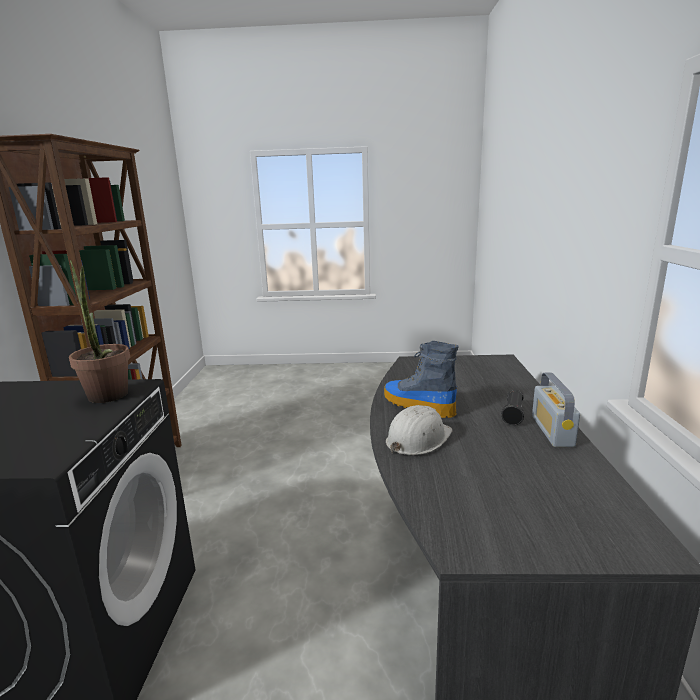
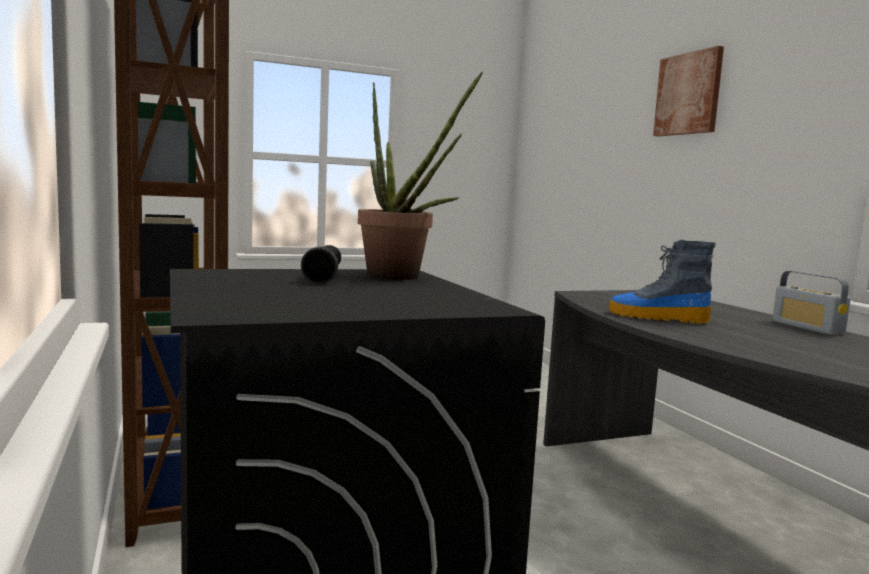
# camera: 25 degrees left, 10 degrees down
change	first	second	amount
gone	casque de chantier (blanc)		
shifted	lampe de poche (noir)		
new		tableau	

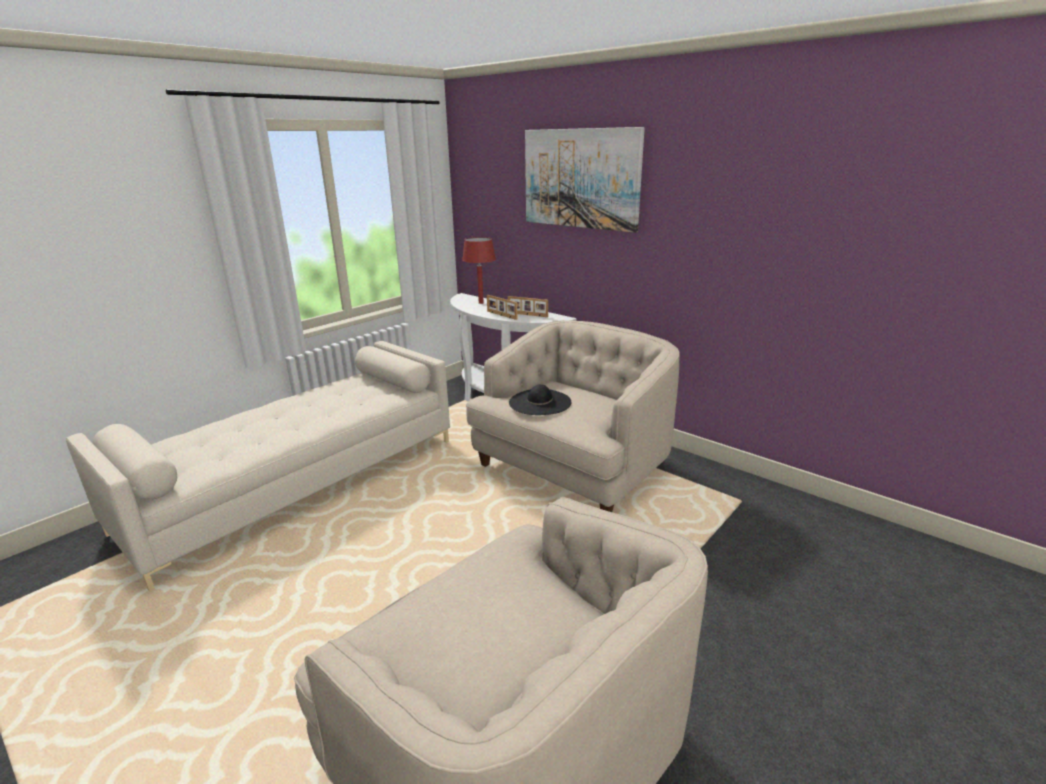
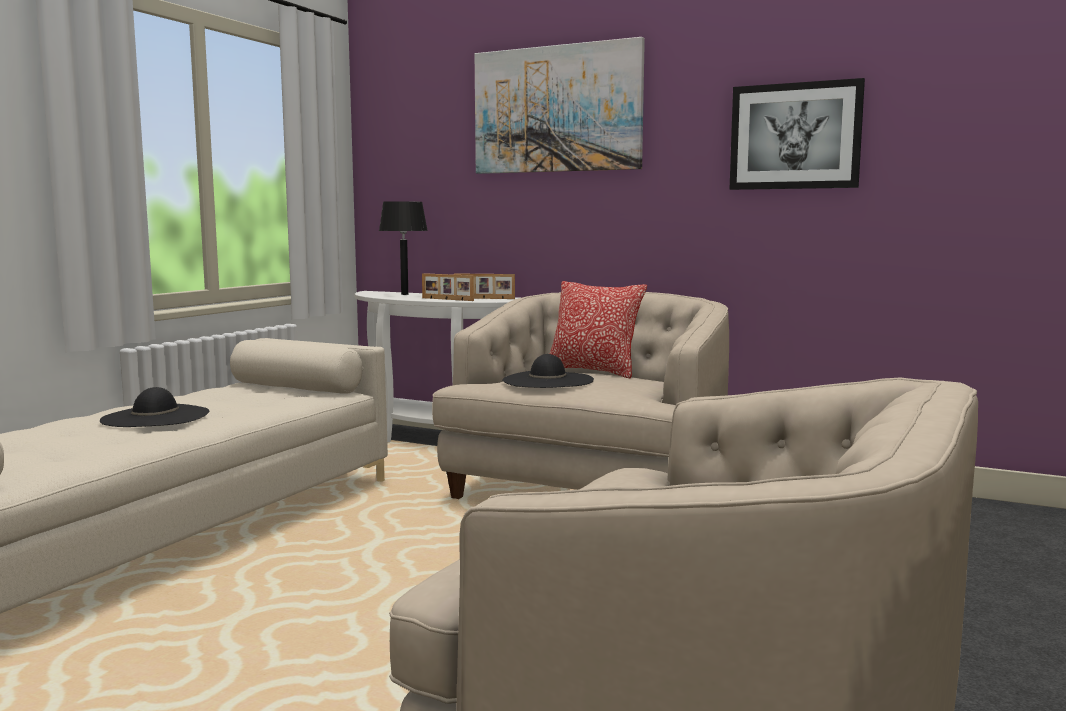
# camera: 15 degrees left, 15 degrees down
change	first	second	amount
repainted	lampe de table (rouge)	lampe de table (noir)	
new		chapeau (noir) (no. 1 from left)	
new		coussin	
new		tableau (no. 2 from left)	

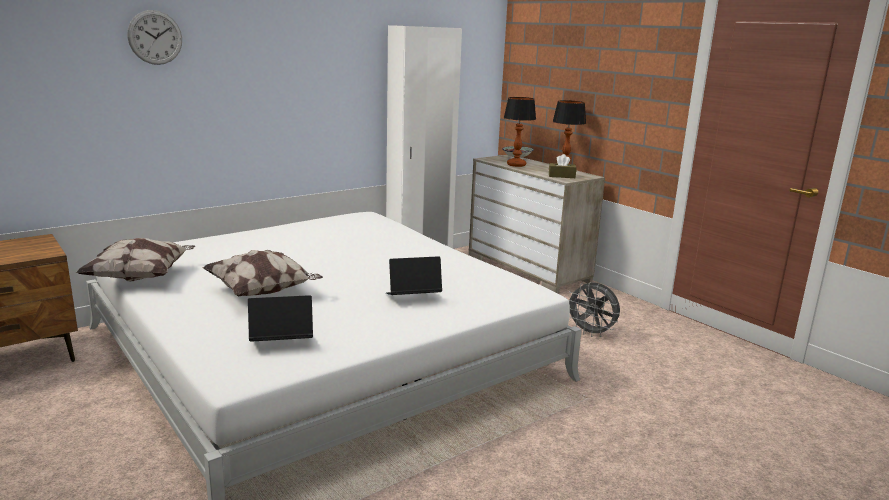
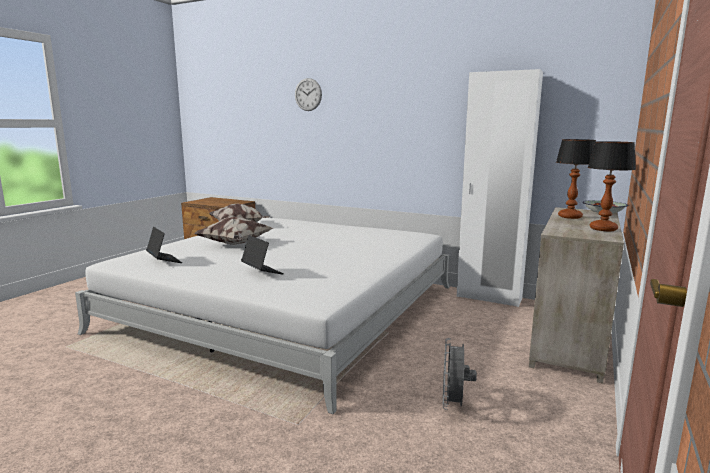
# camera: 65 degrees right, 5 degrees down
change	first	second	amount
gone	boîte à mouchoirs (marron)		

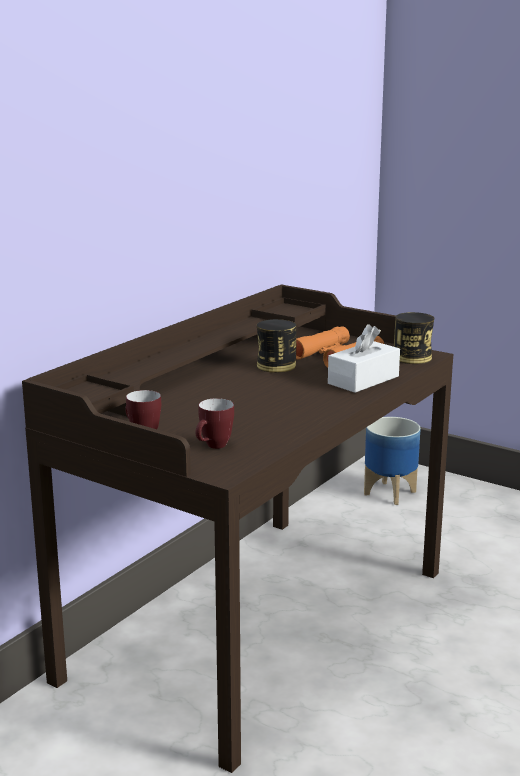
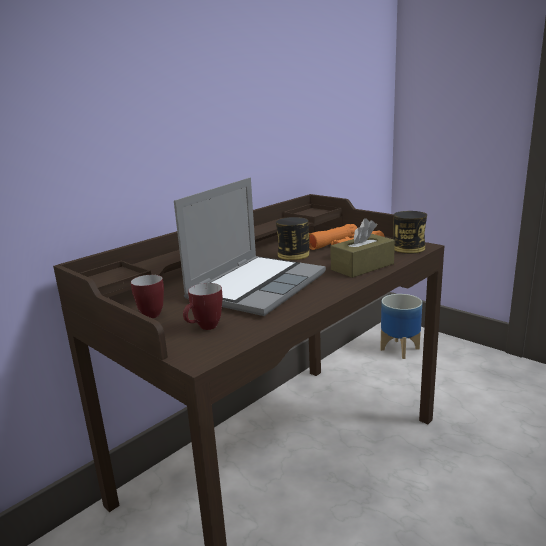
# camera: 10 degrees right, 0 degrees up
change	first	second	amount
repainted	boîte à mouchoirs (blanc)	boîte à mouchoirs (marron)	
new		ordinateur portable	

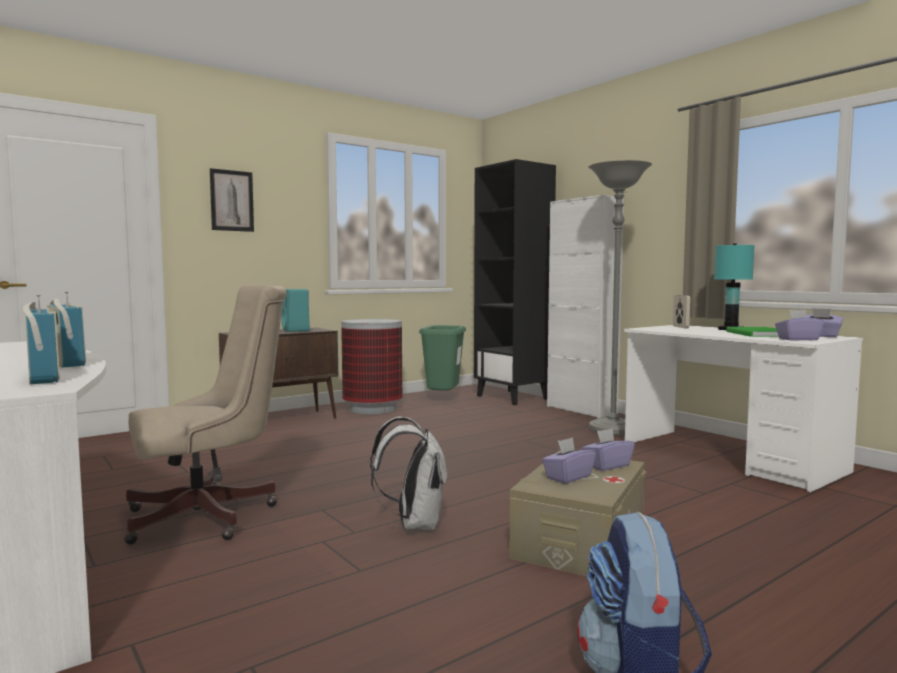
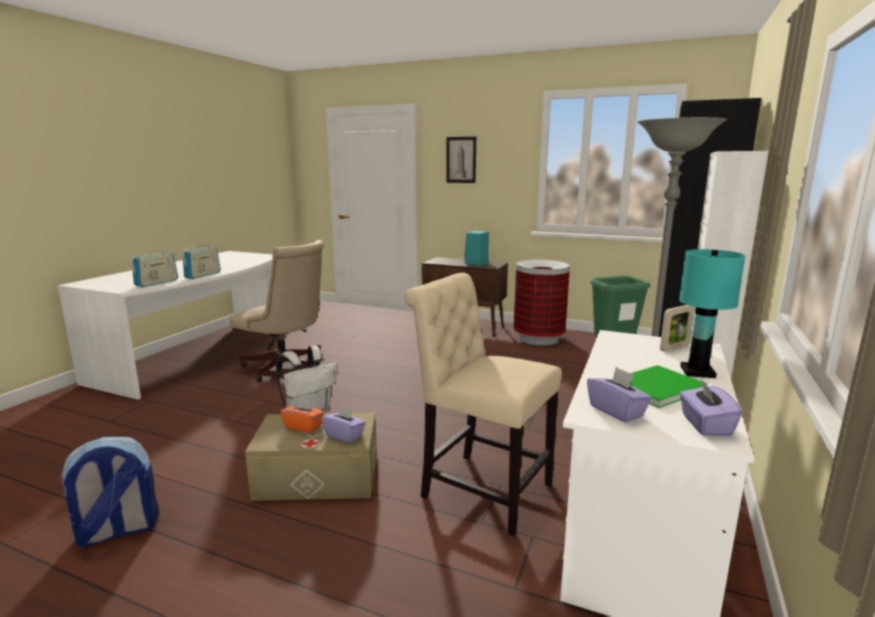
# camera: 60 degrees right, 10 degrees up
change	first	second	amount
repainted	boîte à mouchoirs (violet) (no. 1 from left)	boîte à mouchoirs (orange)	
new		chaise (beige)	

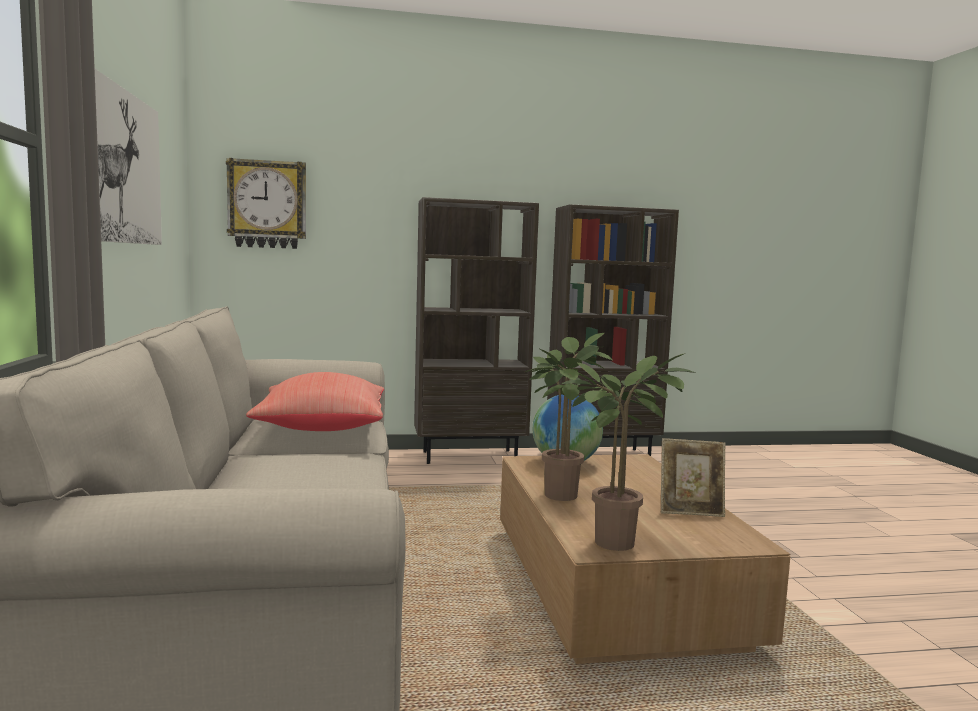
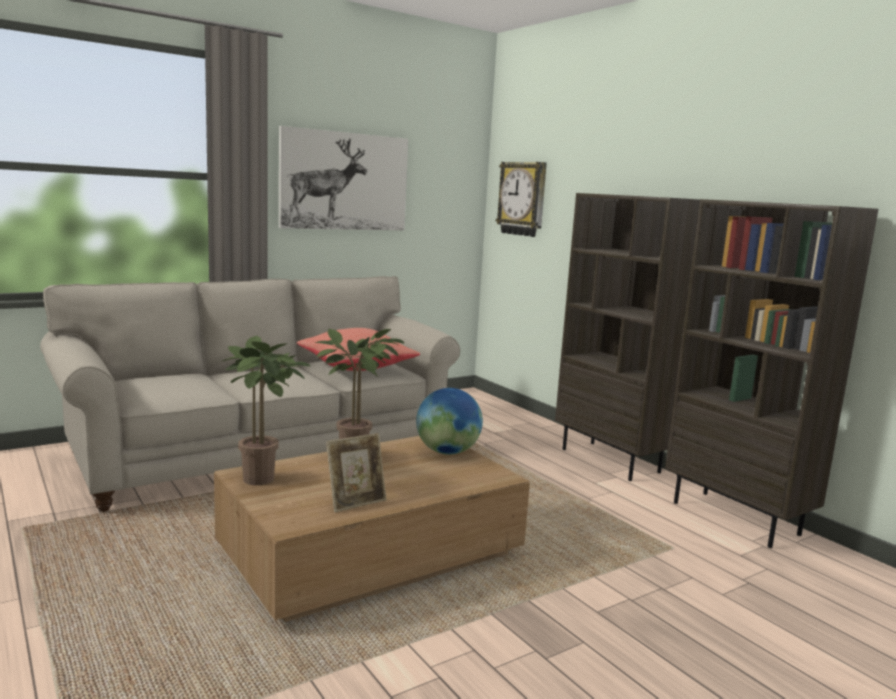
# camera: 65 degrees right, 5 degrees up
change	first	second	amount
rotated	cadre photo		105 degrees counterclockwise

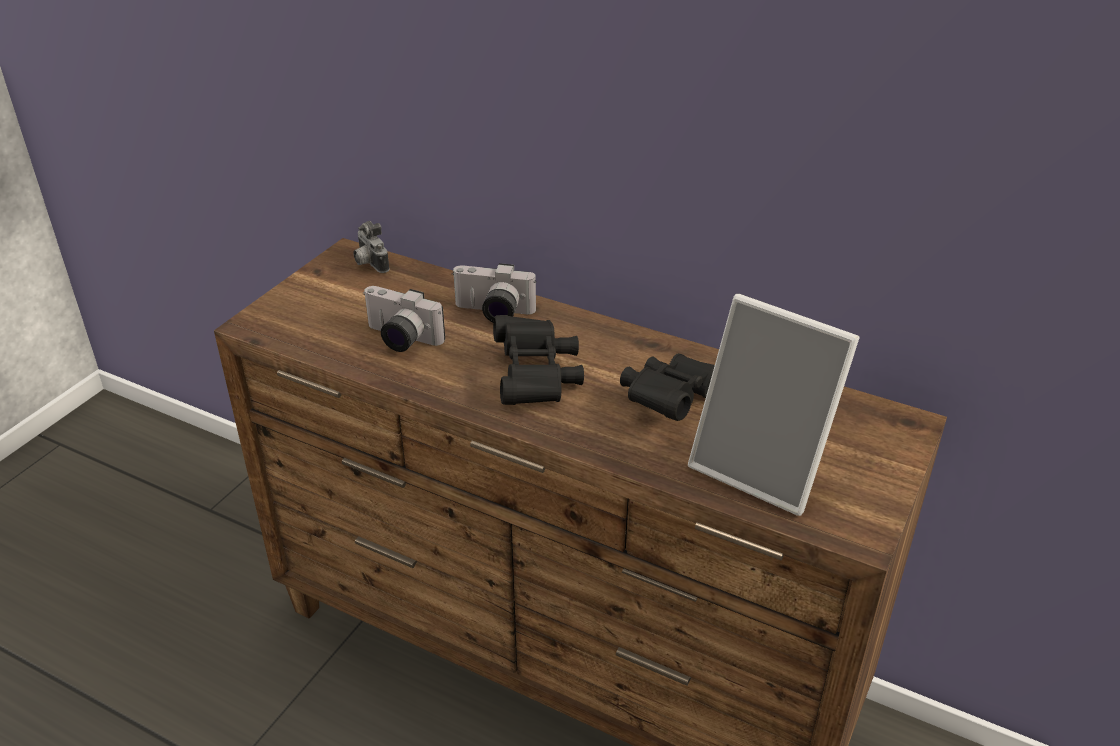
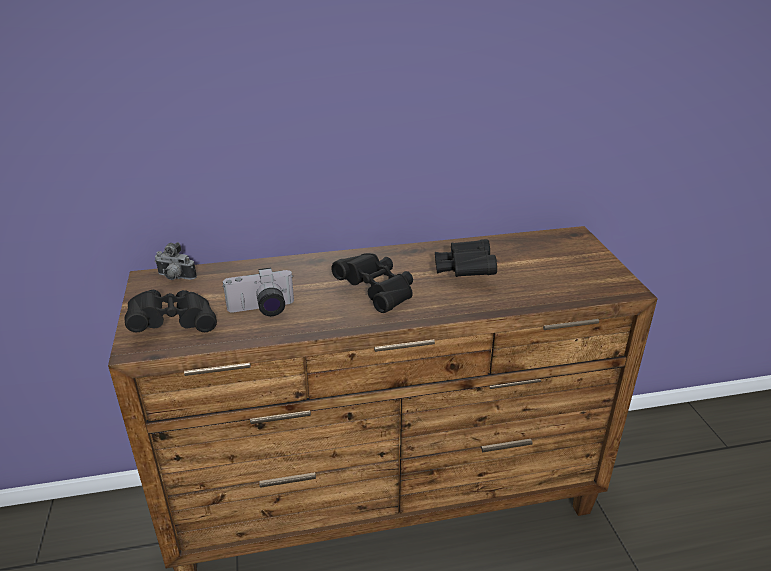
# camera: 40 degrees left, 5 degrees down
change	first	second	amount
gone	appareil photo (no. 3 from left)		
gone	cadre photo		
new		jumelles (noir) (no. 1 from left)	

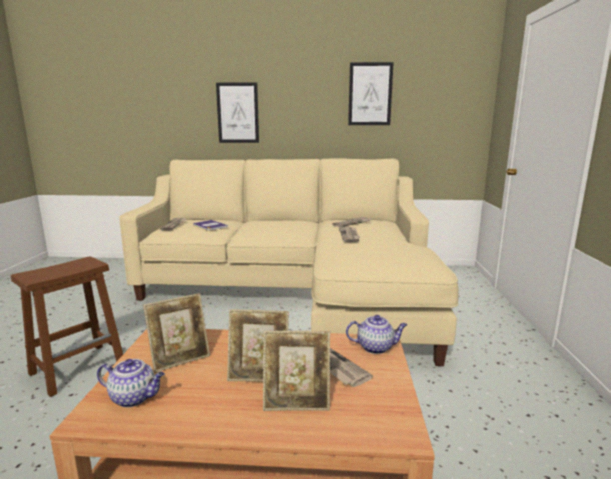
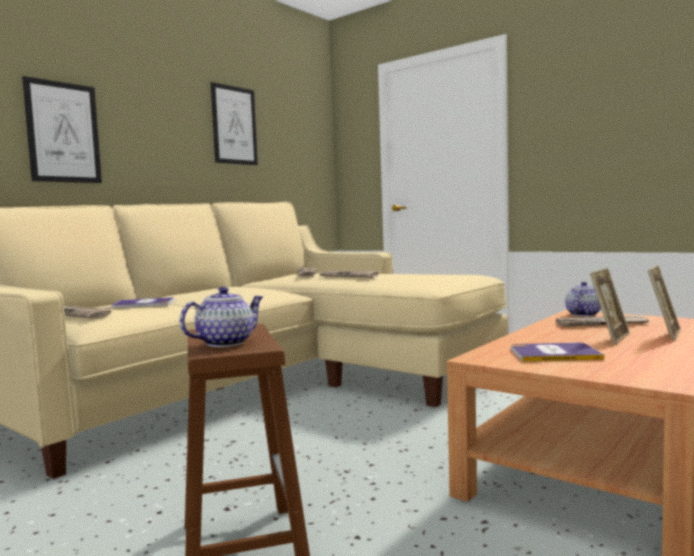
# camera: 55 degrees left, 10 degrees down
change	first	second	amount
shifted	théière (no. 1 from left)		
swapped	cadre photo (no. 1 from left)	livre (no. 2 from left)	

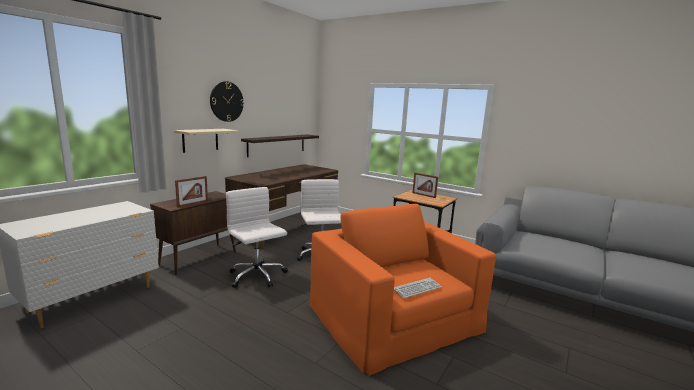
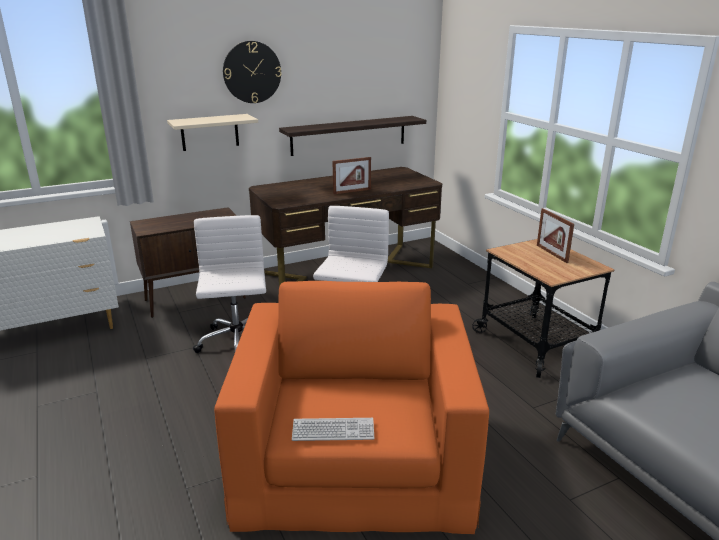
# camera: 30 degrees right, 10 degrees up
change	first	second	amount
shifted	cadre photo (no. 1 from left)		

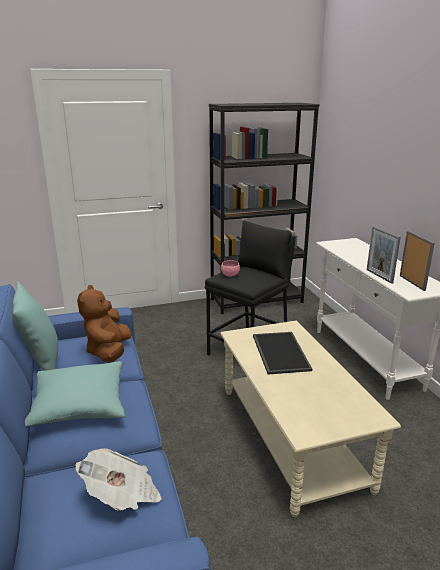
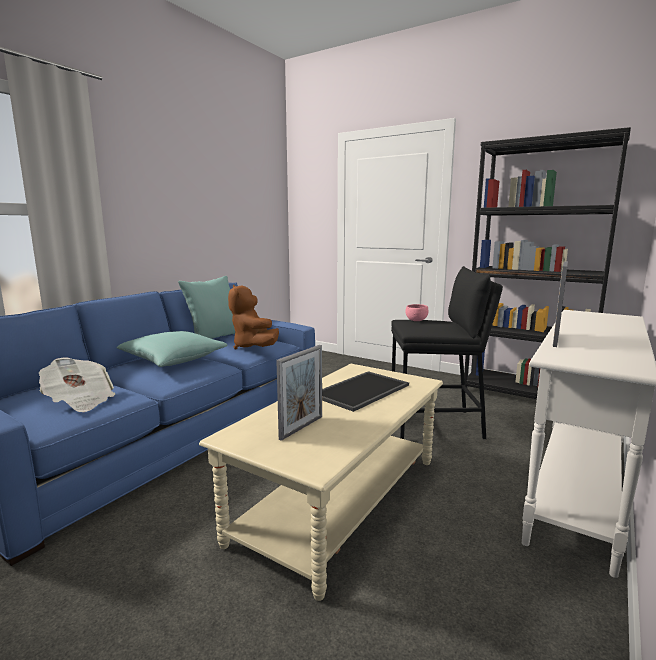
# camera: 50 degrees right, 10 degrees down
change	first	second	amount
rotated	peluche (marron)		75 degrees counterclockwise
shifted	cadre photo (no. 2 from left in the first image)	cadre photo (no. 1 from left)	

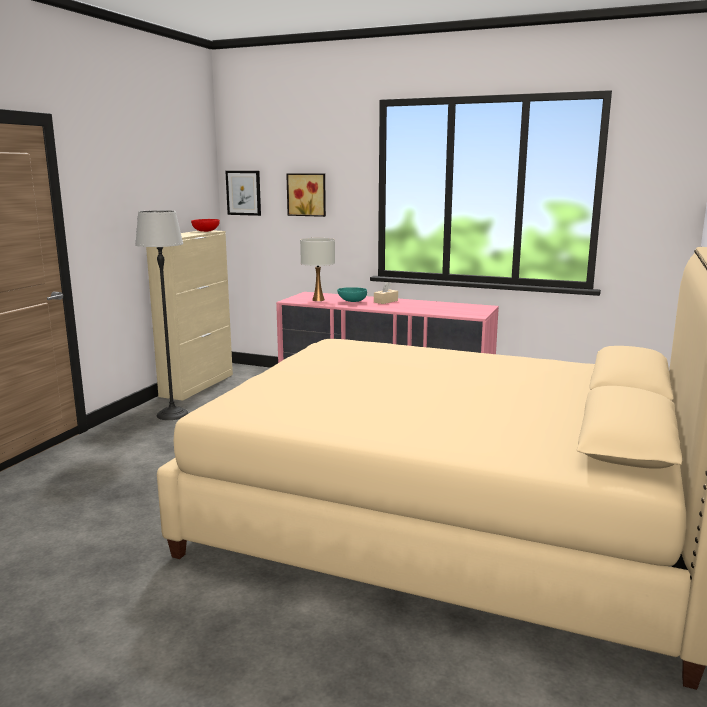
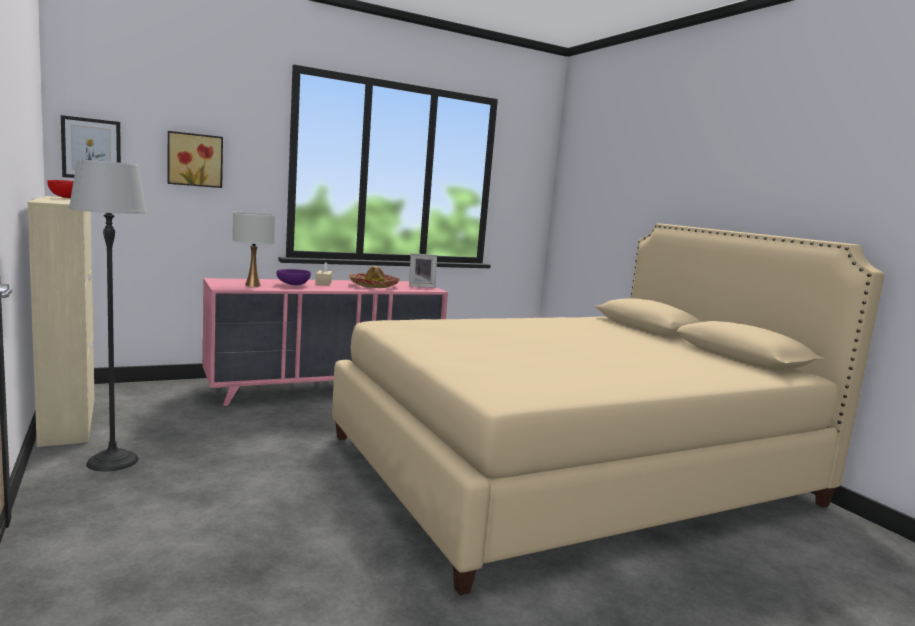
# camera: 50 degrees left, 5 degrees down
change	first	second	amount
repainted	bol (turquoise)	bol (violet)	
new		chapeau	
new		cadre photo	

